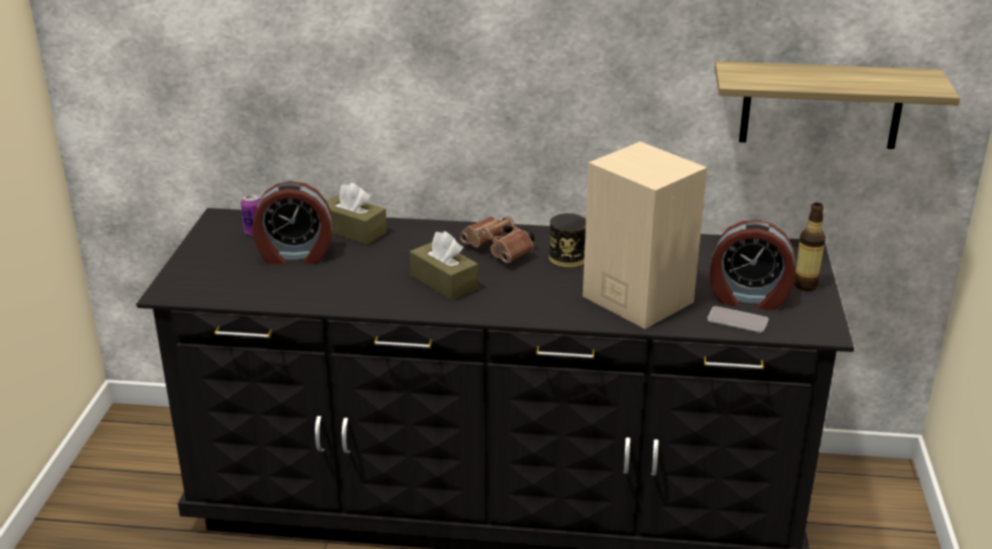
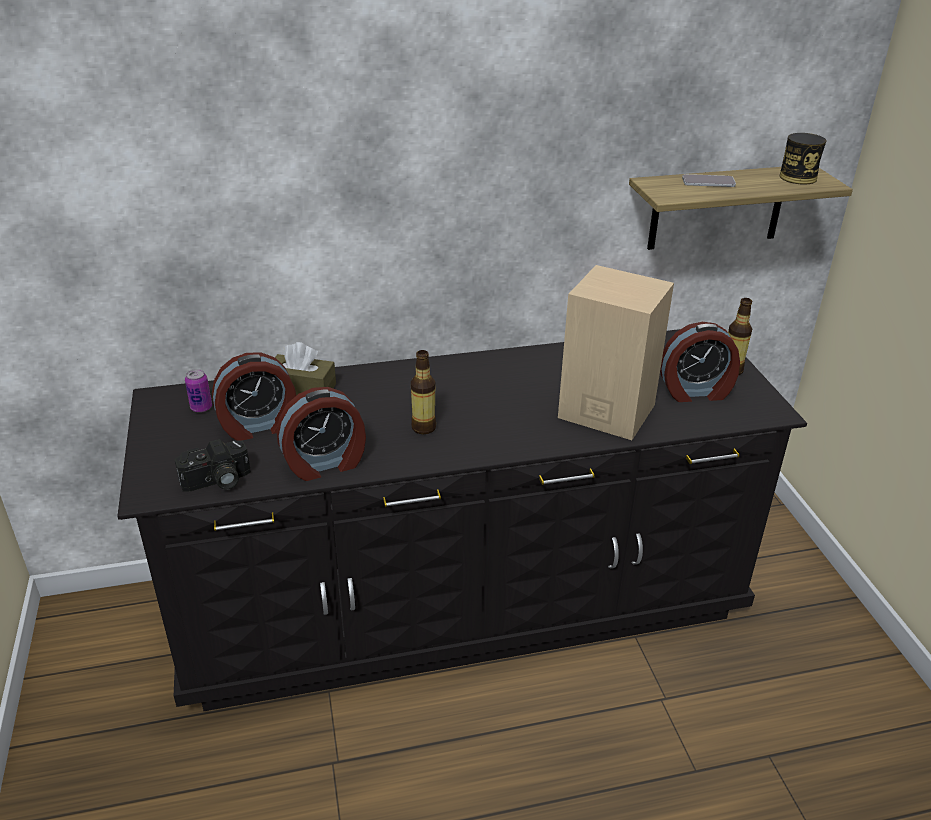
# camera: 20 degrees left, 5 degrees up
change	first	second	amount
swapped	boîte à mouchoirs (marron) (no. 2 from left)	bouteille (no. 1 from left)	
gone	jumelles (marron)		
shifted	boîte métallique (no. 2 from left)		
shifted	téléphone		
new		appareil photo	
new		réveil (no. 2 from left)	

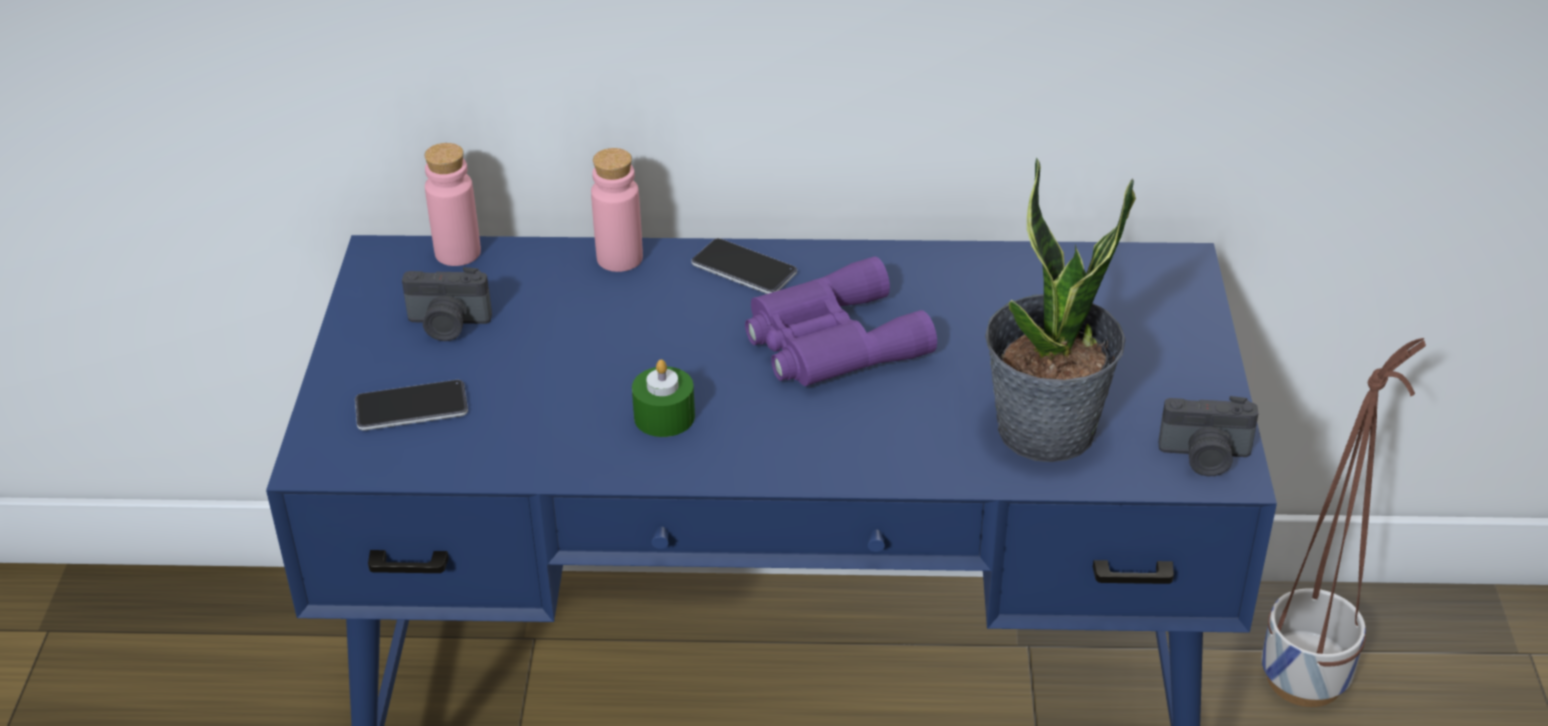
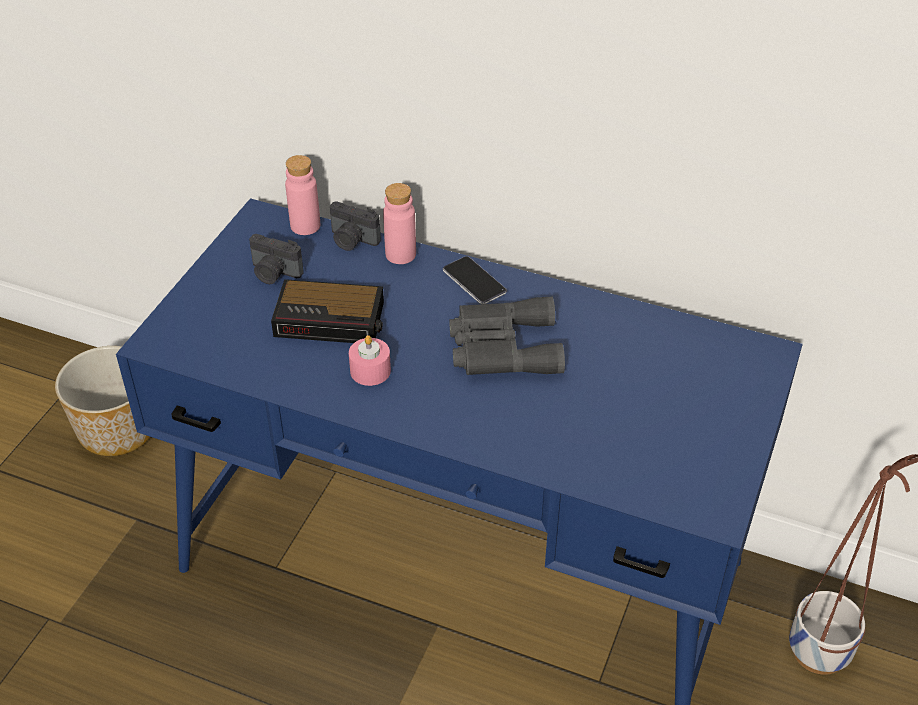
# camera: 20 degrees right, 5 degrees up
change	first	second	amount
gone	téléphone (no. 1 from left)		
repainted	bougie (vert)	bougie (rose)	
repainted	jumelles (violet)	jumelles (gris)	
gone	plante en pot		
shifted	appareil photo (no. 2 from left)		
new		cache-pot (no. 1 from left)	
new		réveil	

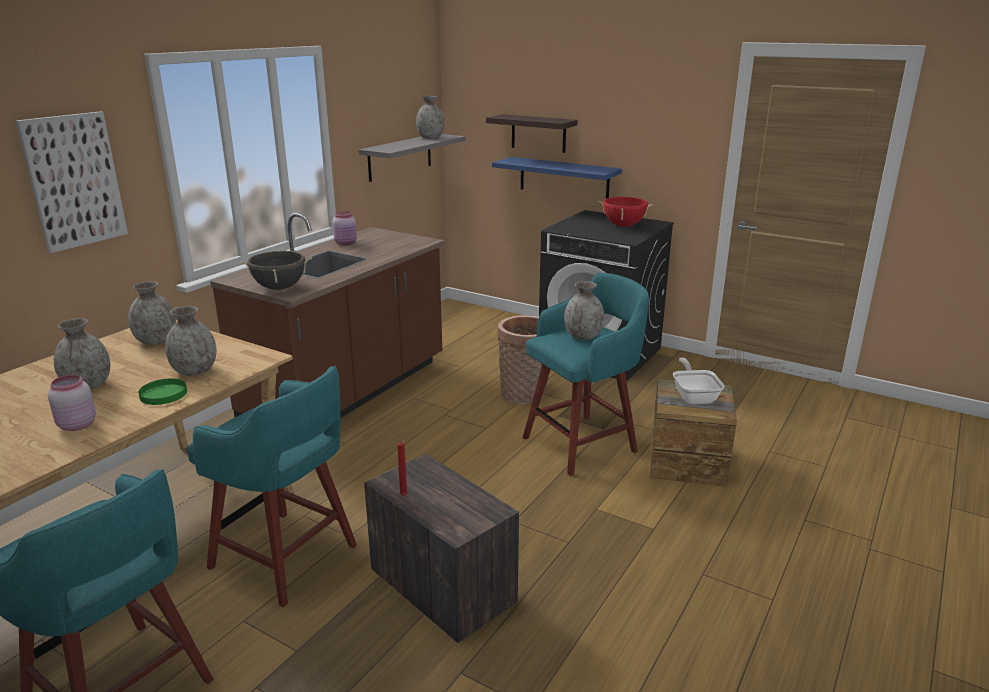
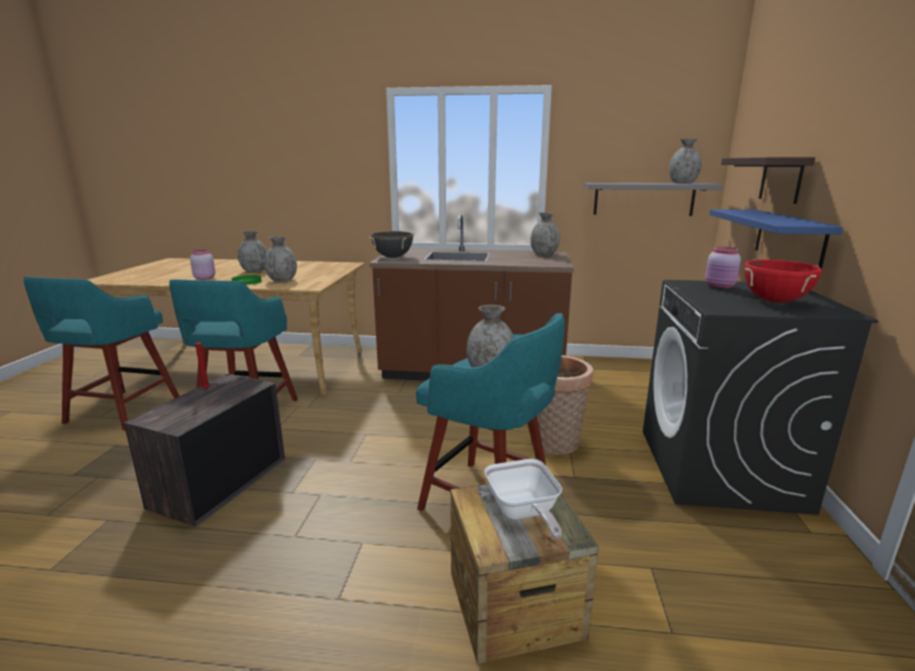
# camera: 65 degrees right, 5 degrees down
change	first	second	amount
gone	tableau		
shifted	vase (gris) (no. 2 from left in the first image)	vase (gris) (no. 4 from left)	
shifted	bocal (rose) (no. 2 from left)		
rotated	poêle		105 degrees clockwise

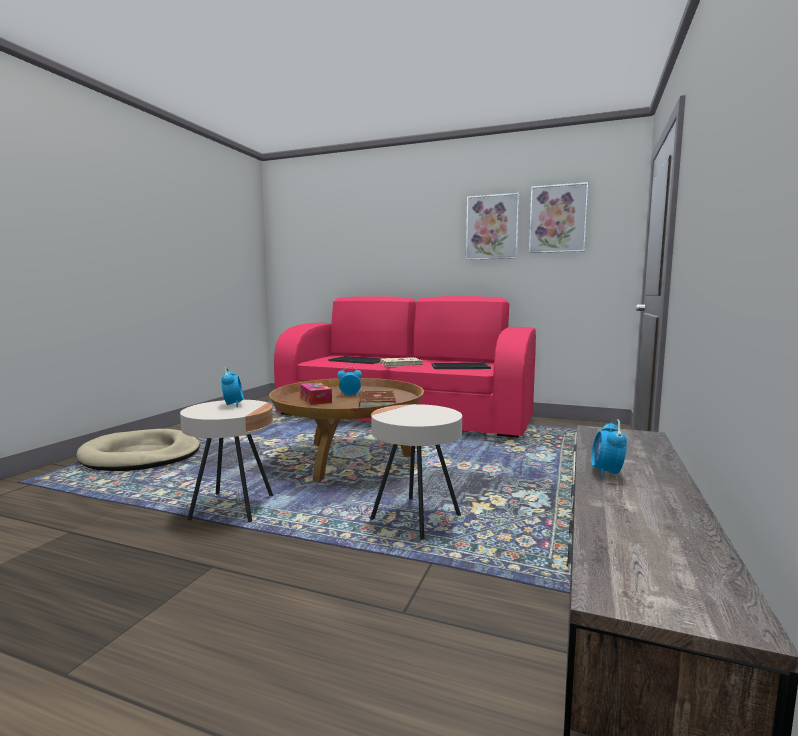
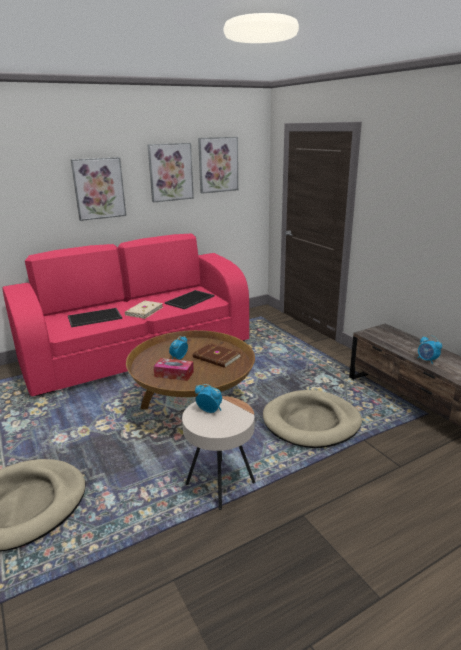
# camera: 50 degrees left, 15 degrees up
change	first	second	amount
swapped	table d'appoint (beige) (no. 2 from left)	panier pour chien (beige) (no. 2 from left)	
new		tableau (no. 1 from left)	

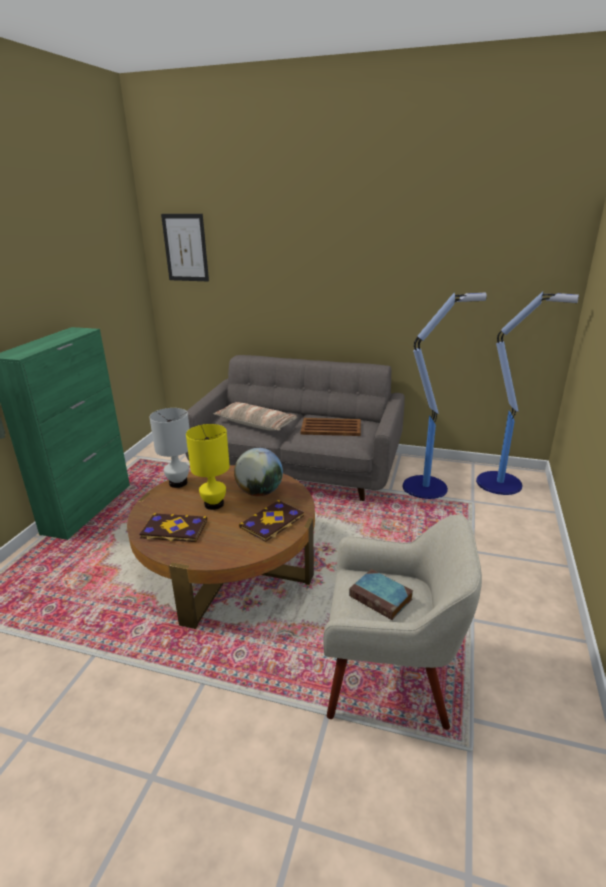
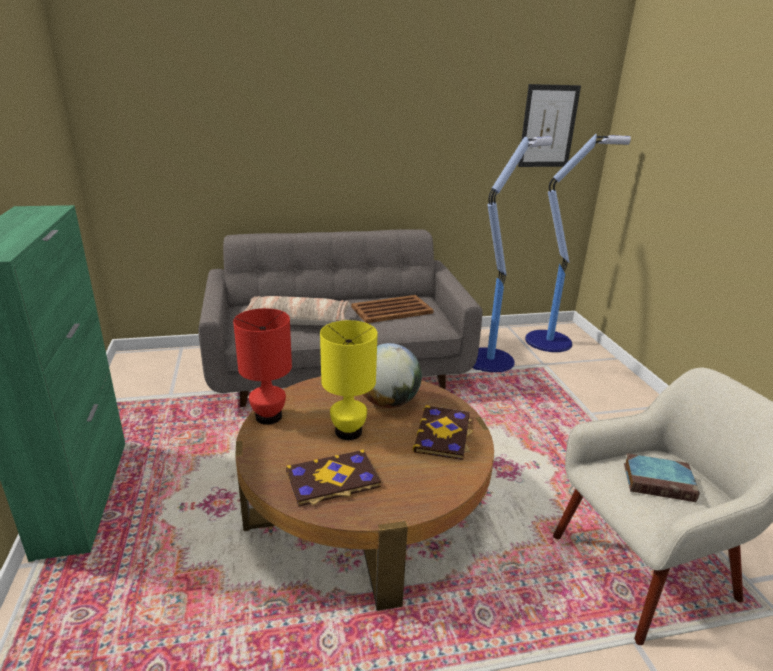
# camera: 30 degrees left, 0 degrees up
change	first	second	amount
repainted	lampe de table (blanc)	lampe de table (rouge)	
shifted	tableau		

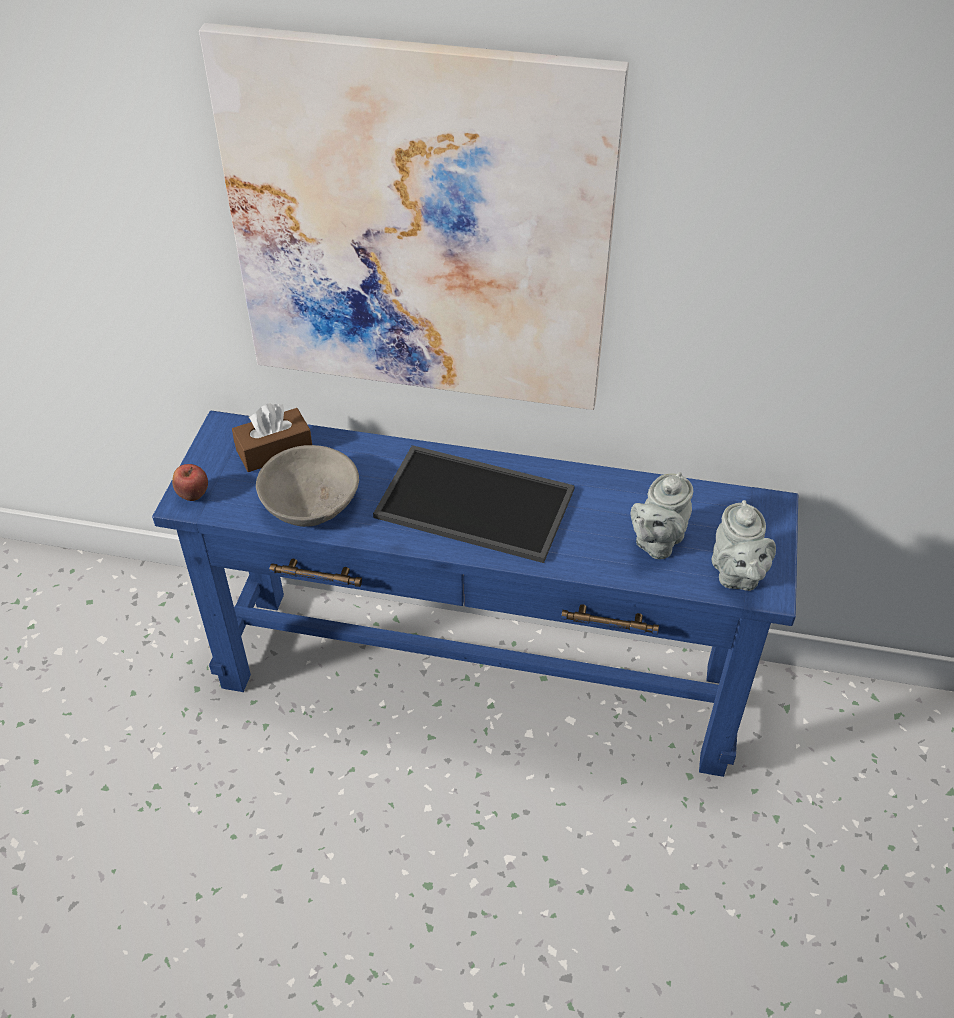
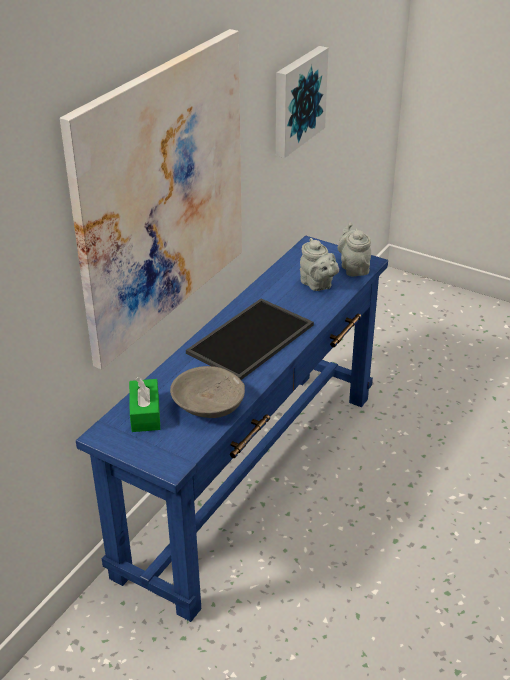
# camera: 70 degrees left, 10 degrees down
change	first	second	amount
gone	pomme		
repainted	boîte à mouchoirs (marron)	boîte à mouchoirs (vert)	
rotated	théière (gris) (no. 2 from left)		120 degrees counterclockwise
new		tableau (no. 2 from left)	

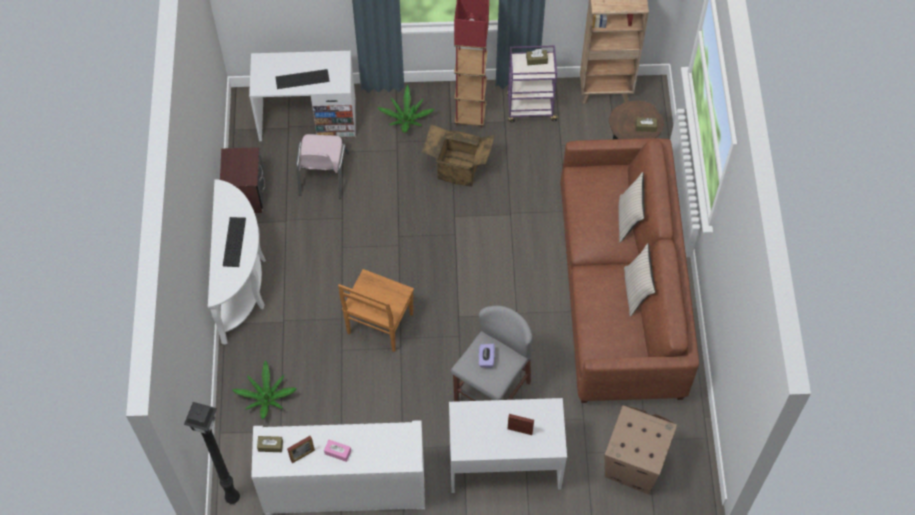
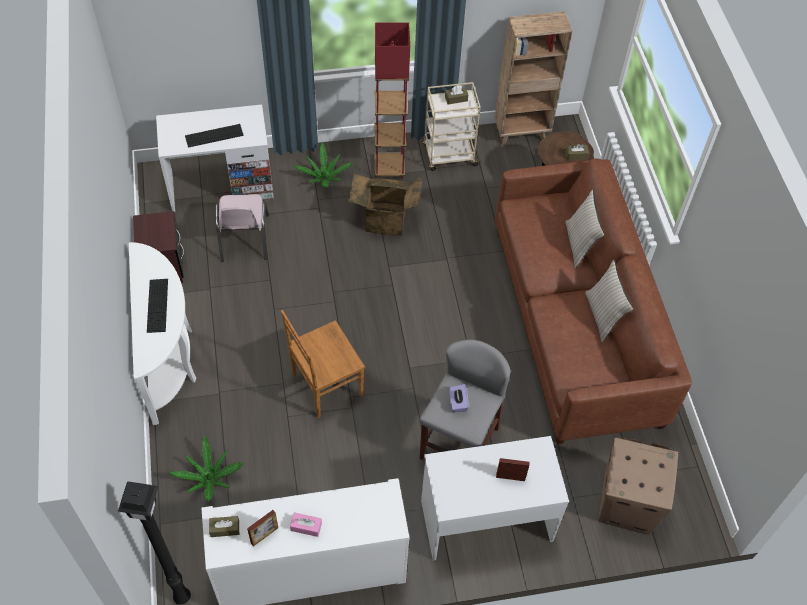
# camera: 10 degrees left, 5 degrees down
change	first	second	amount
rotated	chaise (marron)		45 degrees clockwise
repainted	chariot (violet)	chariot (beige)	

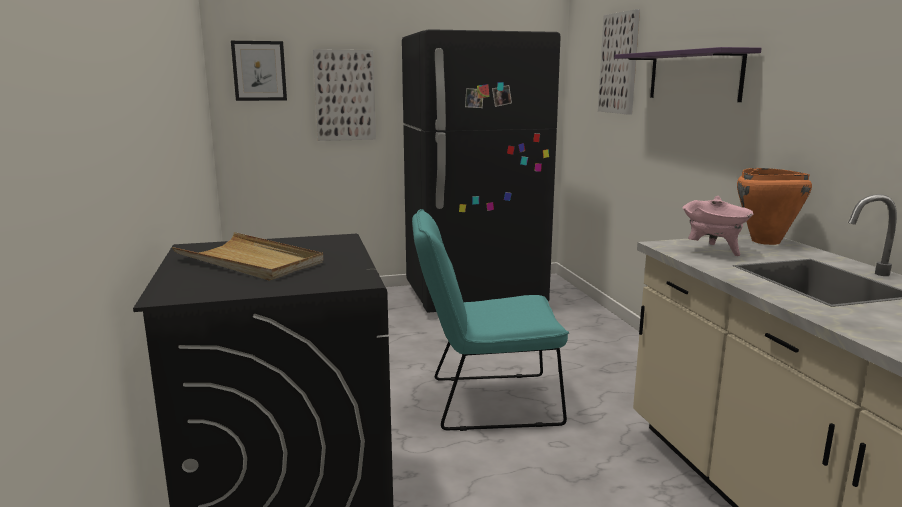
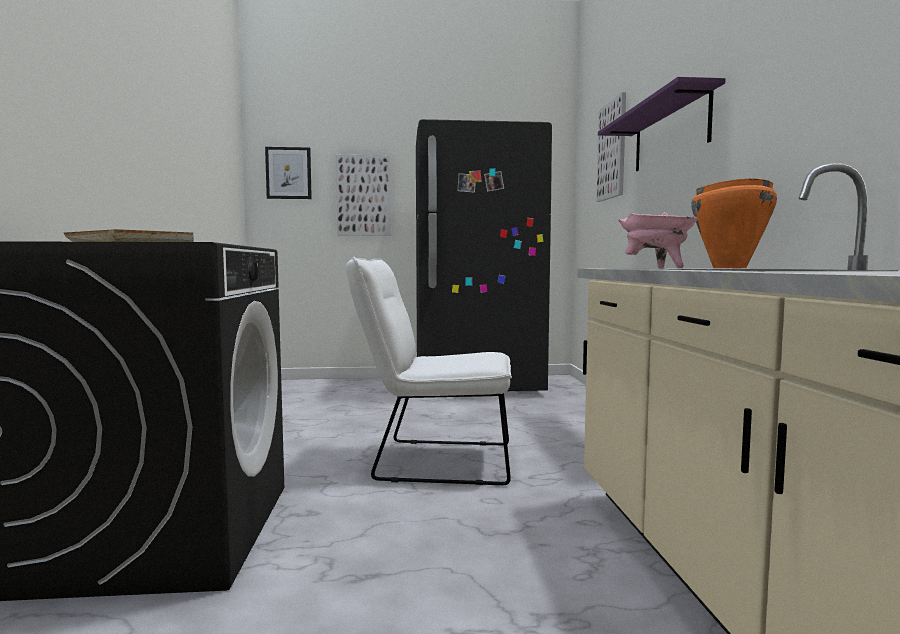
# camera: 10 degrees right, 10 degrees down
change	first	second	amount
repainted	chaise (turquoise)	chaise (blanc)	

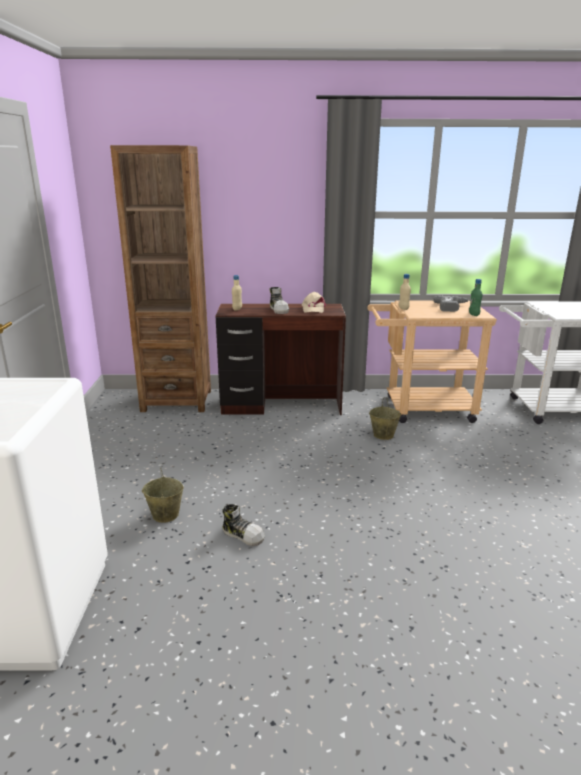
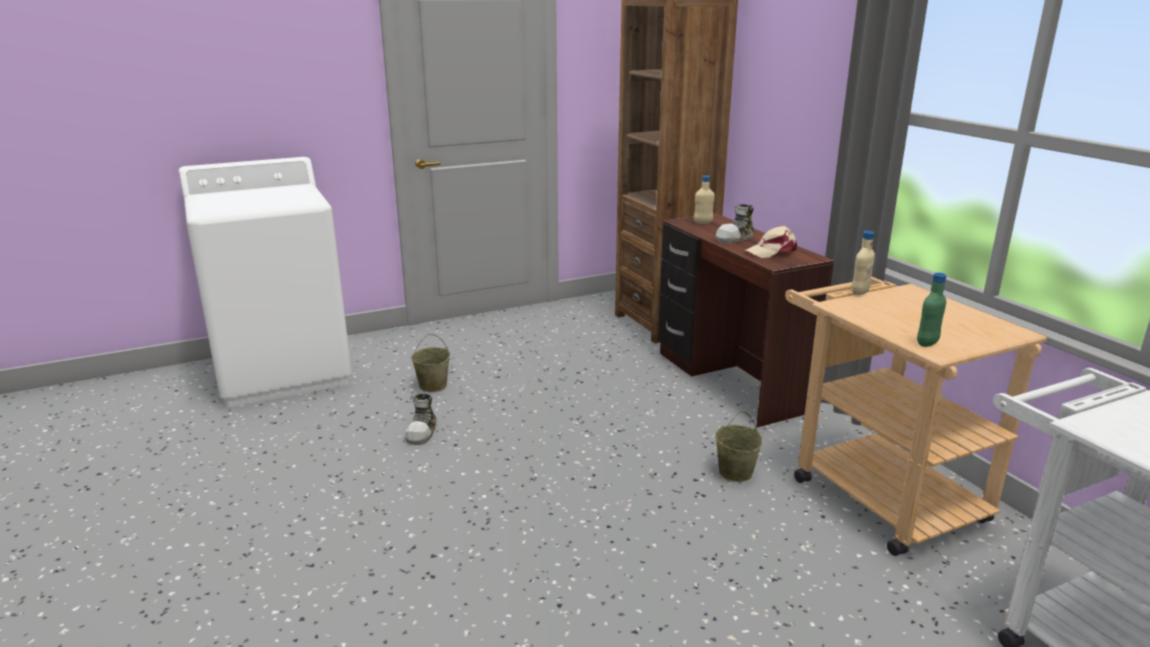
# camera: 65 degrees right, 0 degrees up
change	first	second	amount
gone	perceuse		

